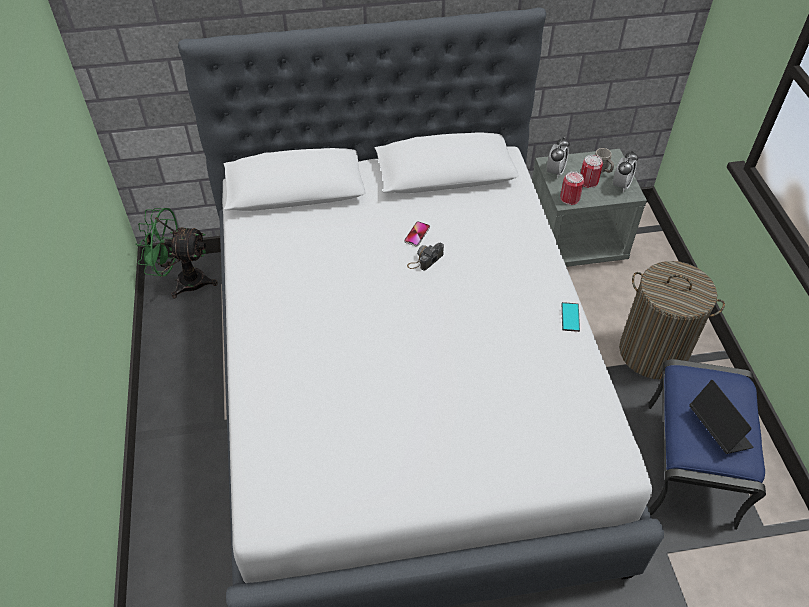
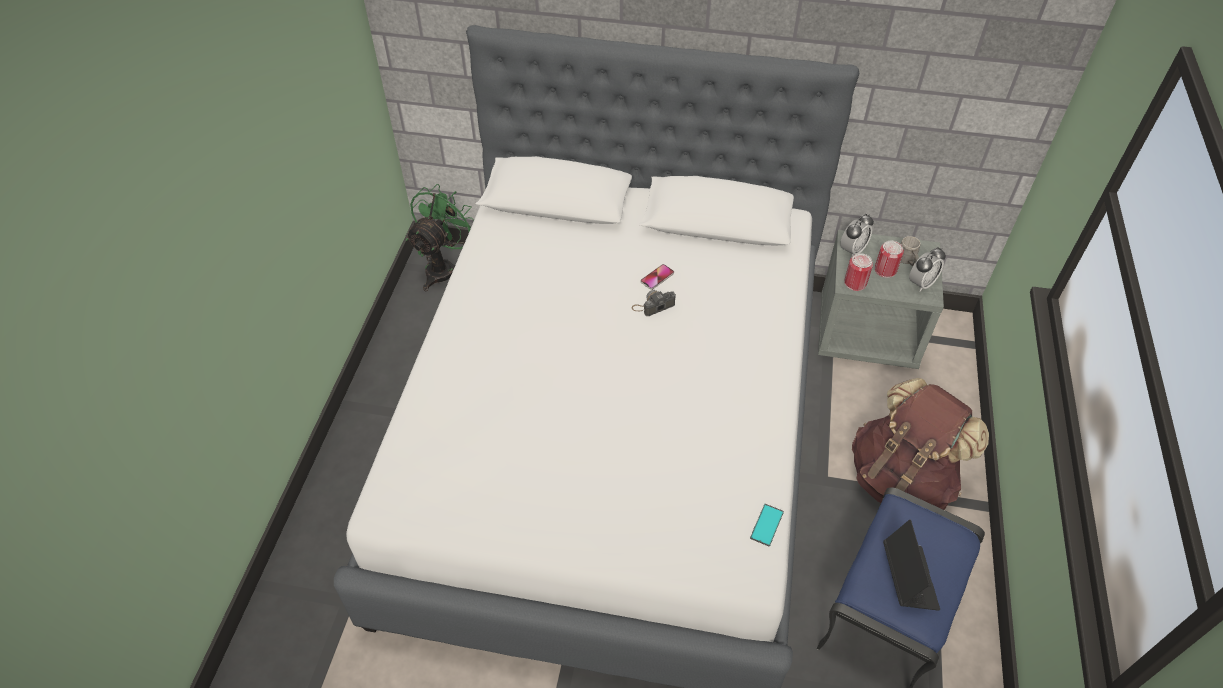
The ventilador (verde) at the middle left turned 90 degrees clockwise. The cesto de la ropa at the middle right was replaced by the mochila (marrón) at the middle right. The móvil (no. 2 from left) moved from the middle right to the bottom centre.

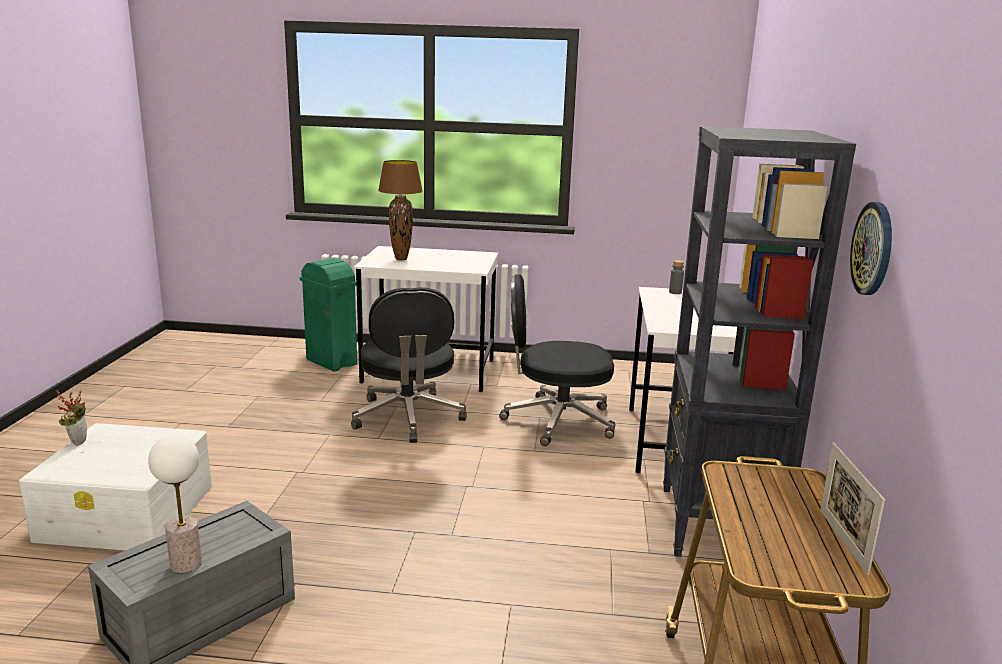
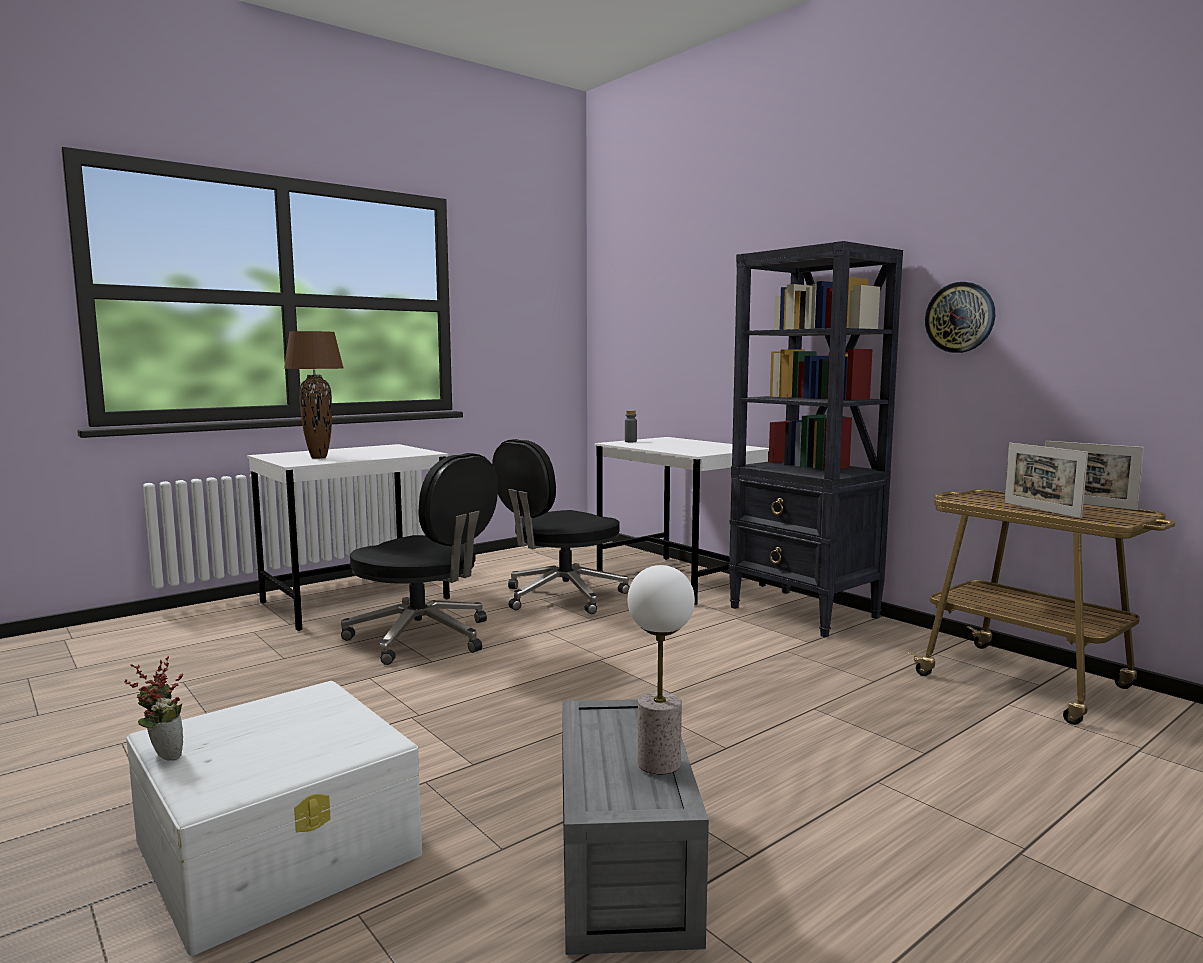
The papelera (verde) at the middle left disappeared. The portarretratos (no. 1 from left) at the middle right appeared.

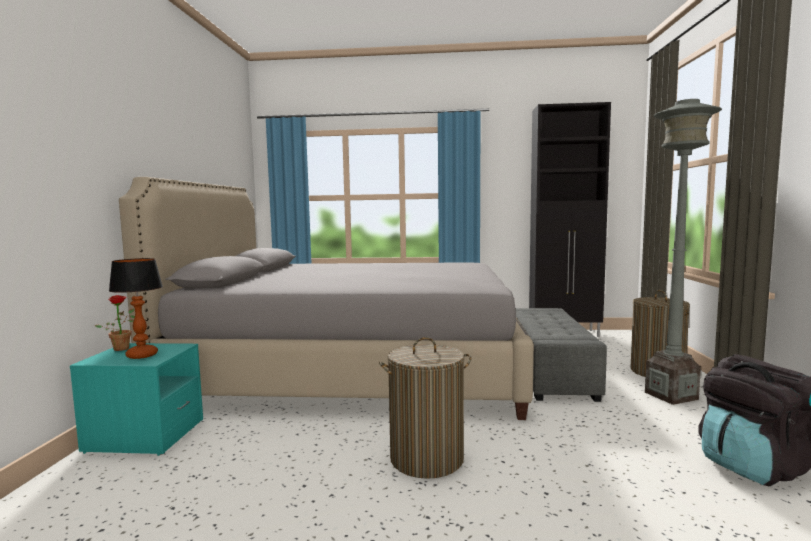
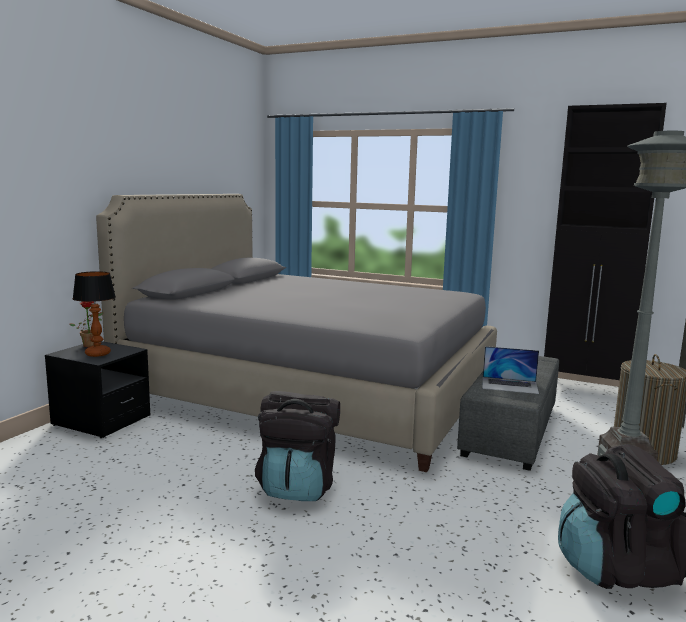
The cesto de la ropa (no. 1 from left) at the bottom centre was replaced by the mochila (negro) (no. 1 from left) at the bottom centre. The mesita de noche (turquesa) at the bottom left became the mesita de noche (negro) at the middle left. The portátil at the middle right appeared.

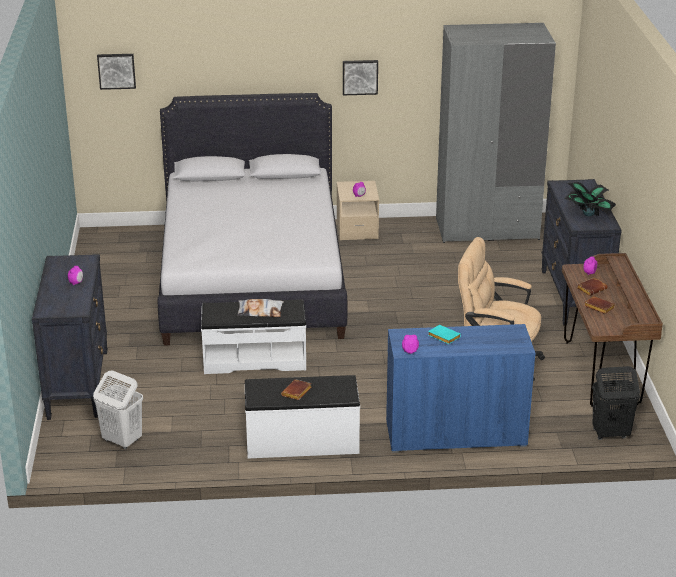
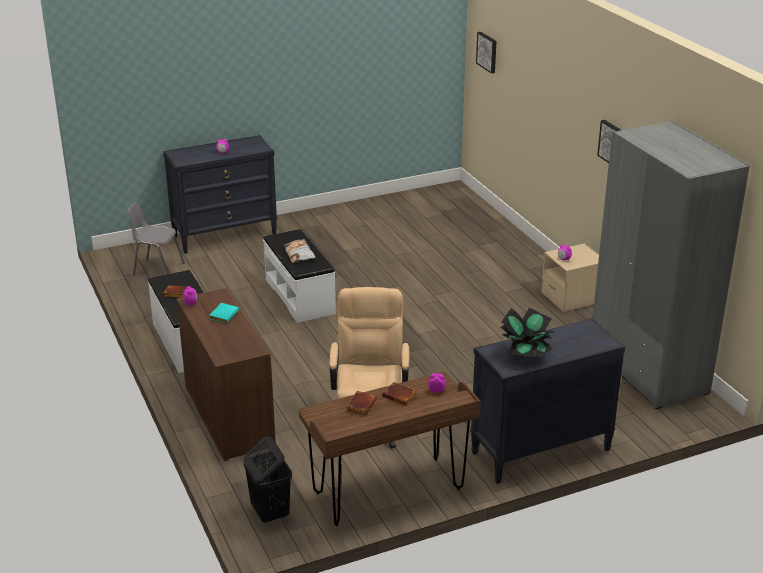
The cama (blanco) at the centre disappeared. The armario (azul) at the bottom right became the armario (marrón) at the middle left. The cesto de la ropa (blanco) at the bottom left was replaced by the silla (gris) at the middle left.

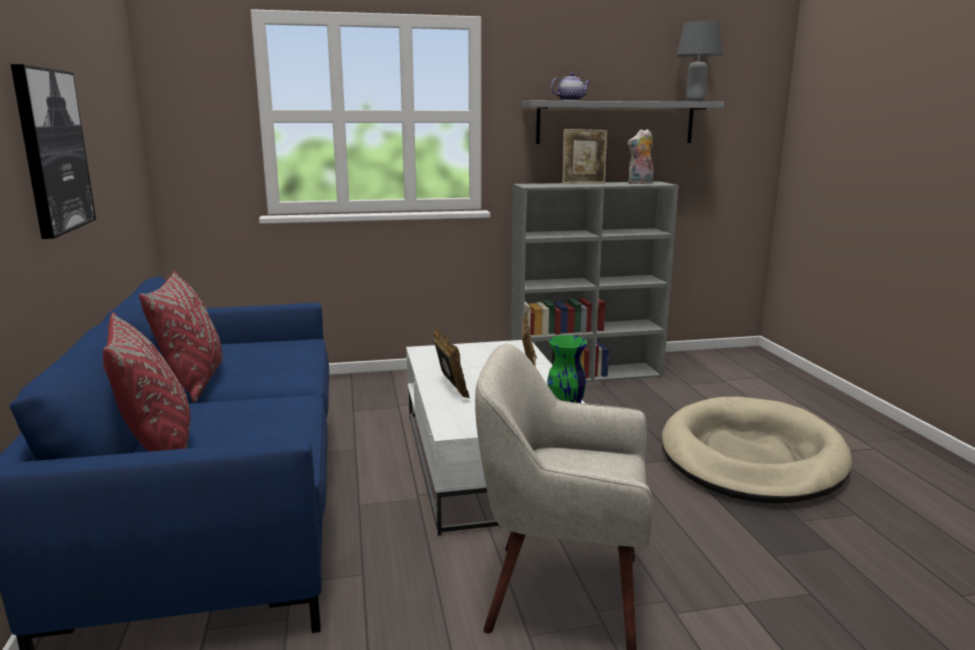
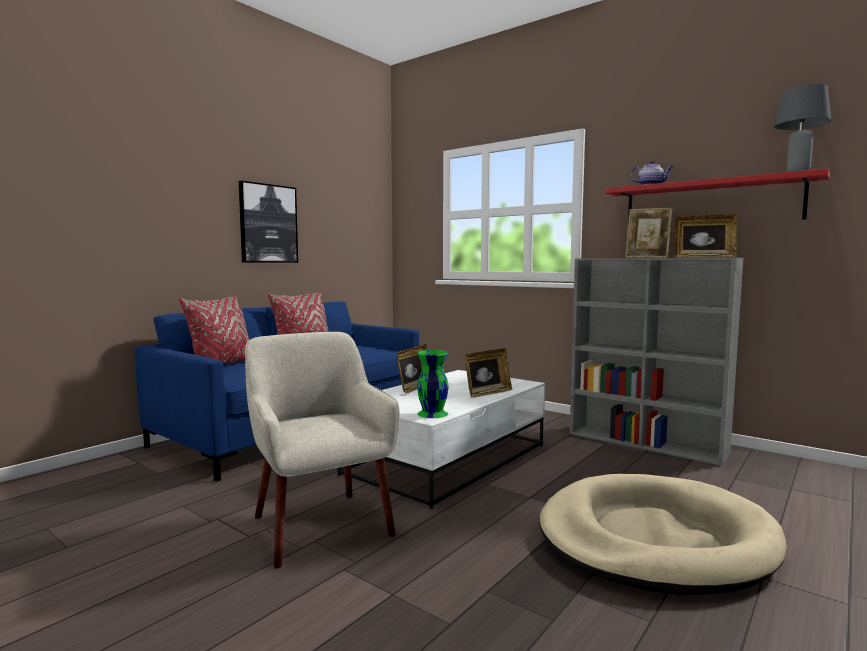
The estante (gris) at the top centre became the estante (rojo) at the top right. The peluche at the top centre was replaced by the portarretratos (no. 4 from left) at the middle right.

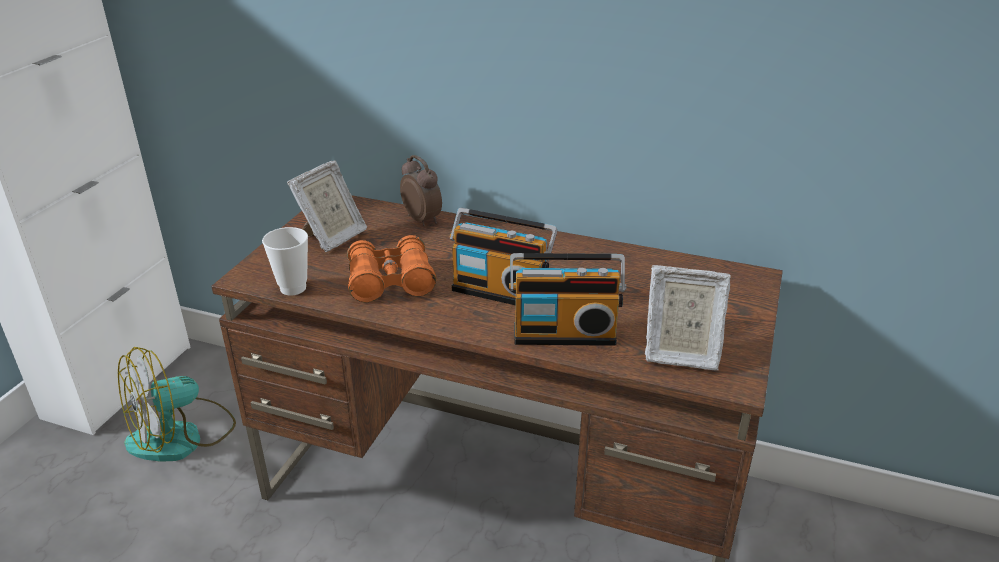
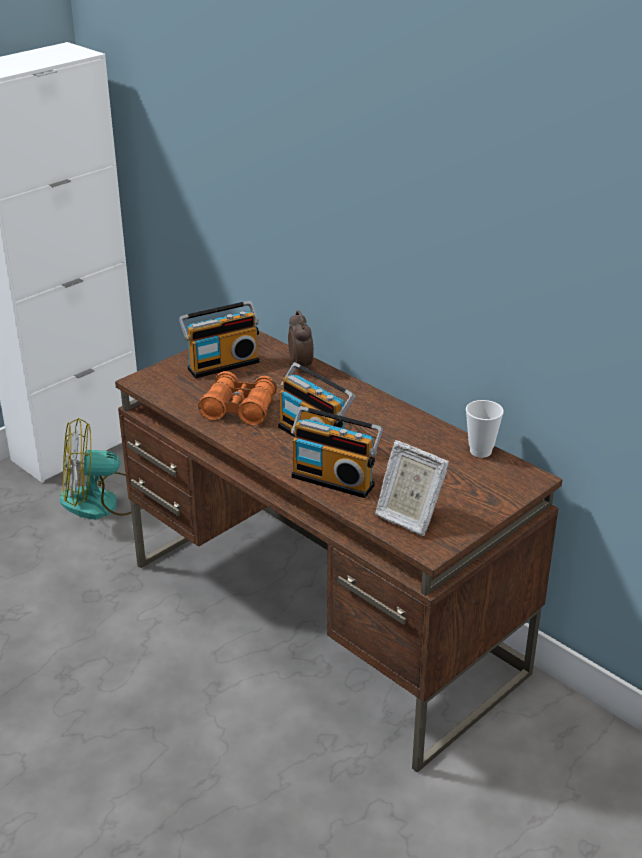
The portarretratos (no. 1 from left) at the middle left was replaced by the radio (no. 1 from left) at the centre. The taza moved from the middle left to the middle right.

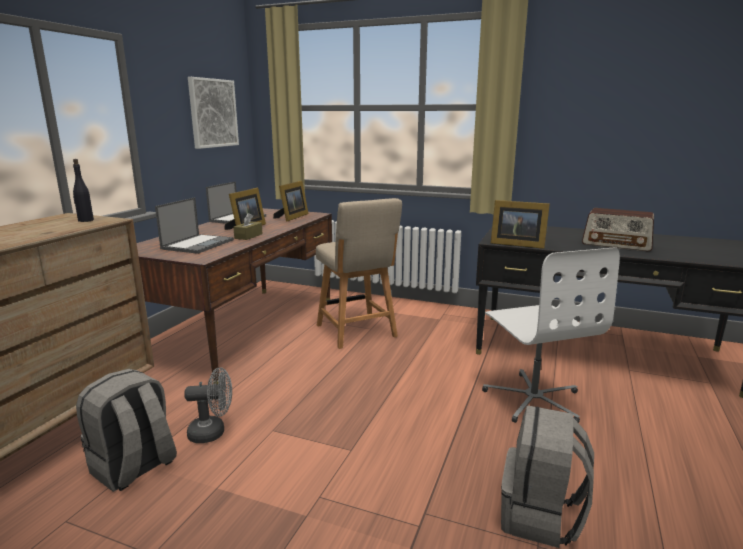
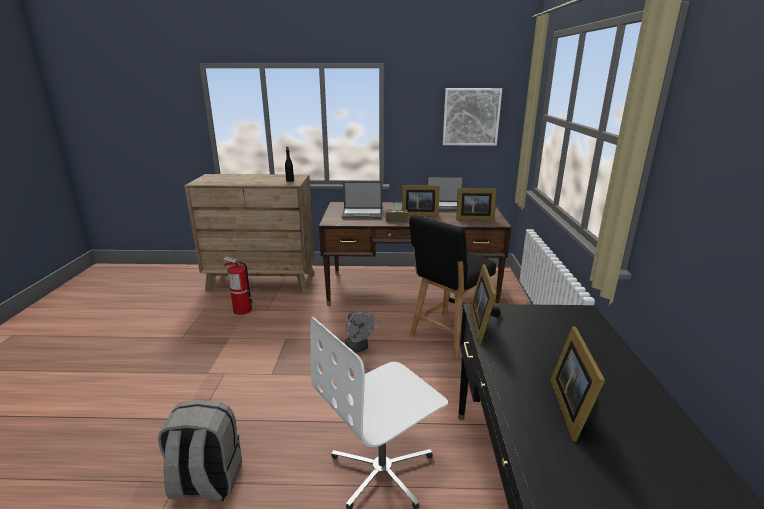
The silla (beis) at the centre became the silla (negro) at the centre. The radio at the middle right was replaced by the portarretratos (no. 4 from left) at the bottom right. The ventilador (gris) moved from the bottom left to the centre. The mochila (gris) (no. 1 from left) at the bottom left was replaced by the extintor at the middle left.

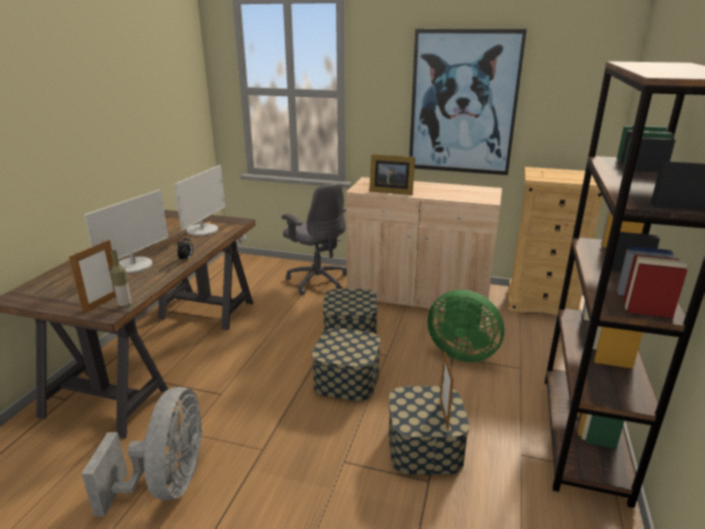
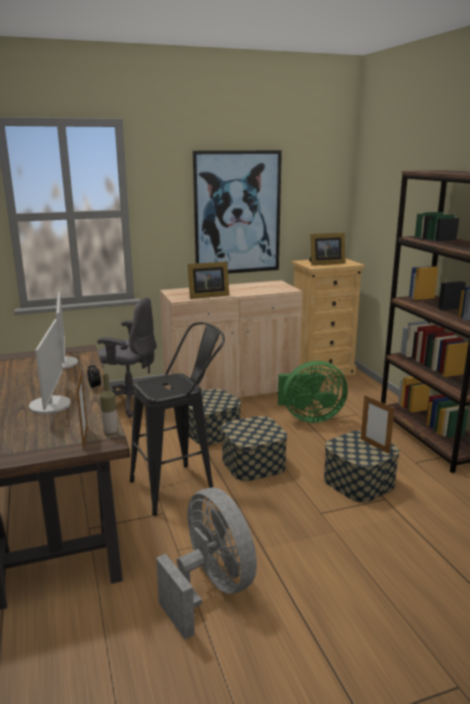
The portarretratos (no. 3 from left) at the middle right appeared. The taburete (negro) at the centre appeared.

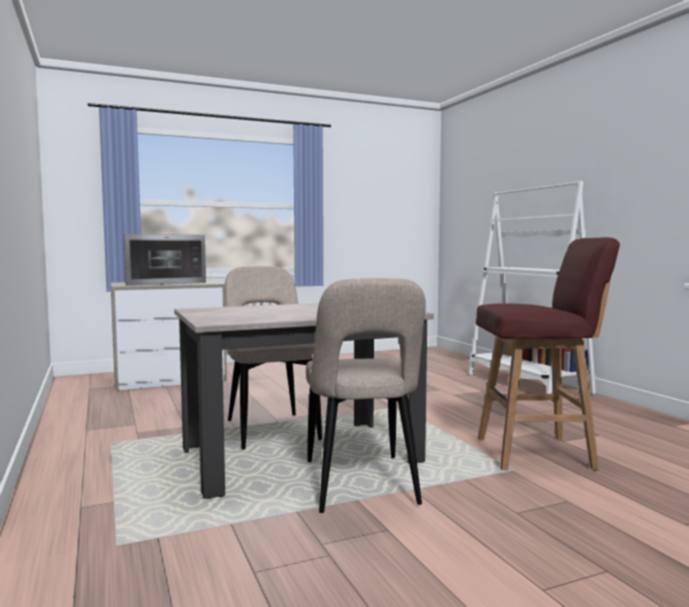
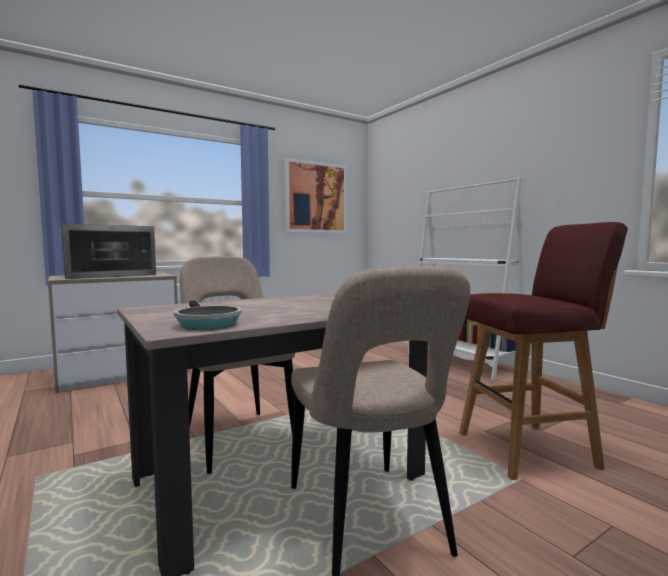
The cuadro at the centre appeared. The sartén at the middle left appeared.

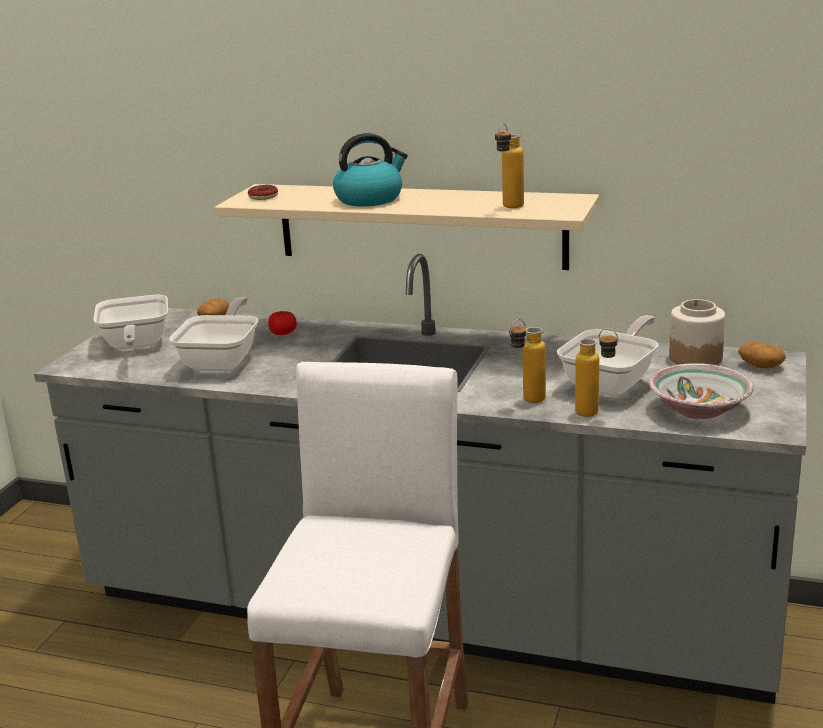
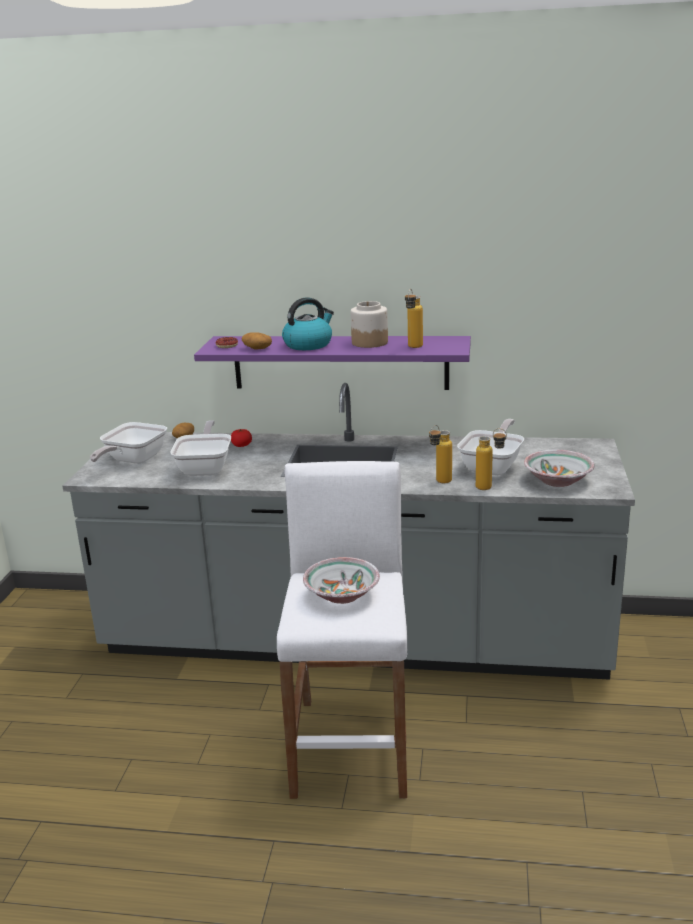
The estante (beis) at the top centre became the estante (morado) at the centre. The sartén (no. 1 from left) at the middle left turned 45 degrees clockwise. The tarro moved from the middle right to the centre. The patata (no. 2 from left) moved from the middle right to the centre. The cuenco (no. 1 from left) at the centre appeared.

